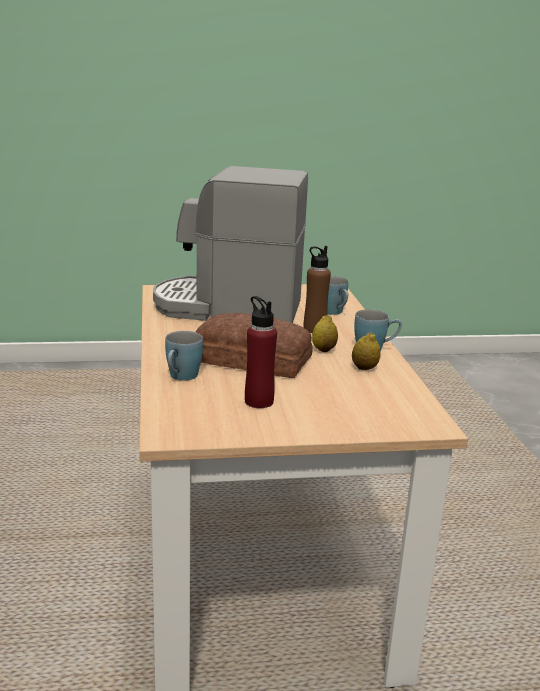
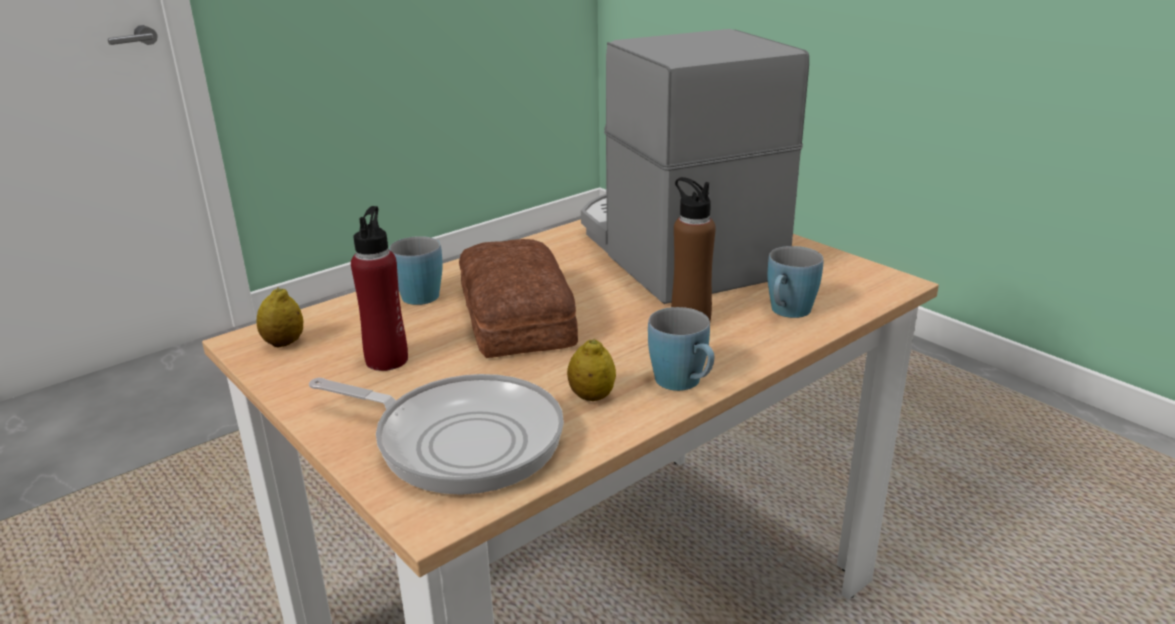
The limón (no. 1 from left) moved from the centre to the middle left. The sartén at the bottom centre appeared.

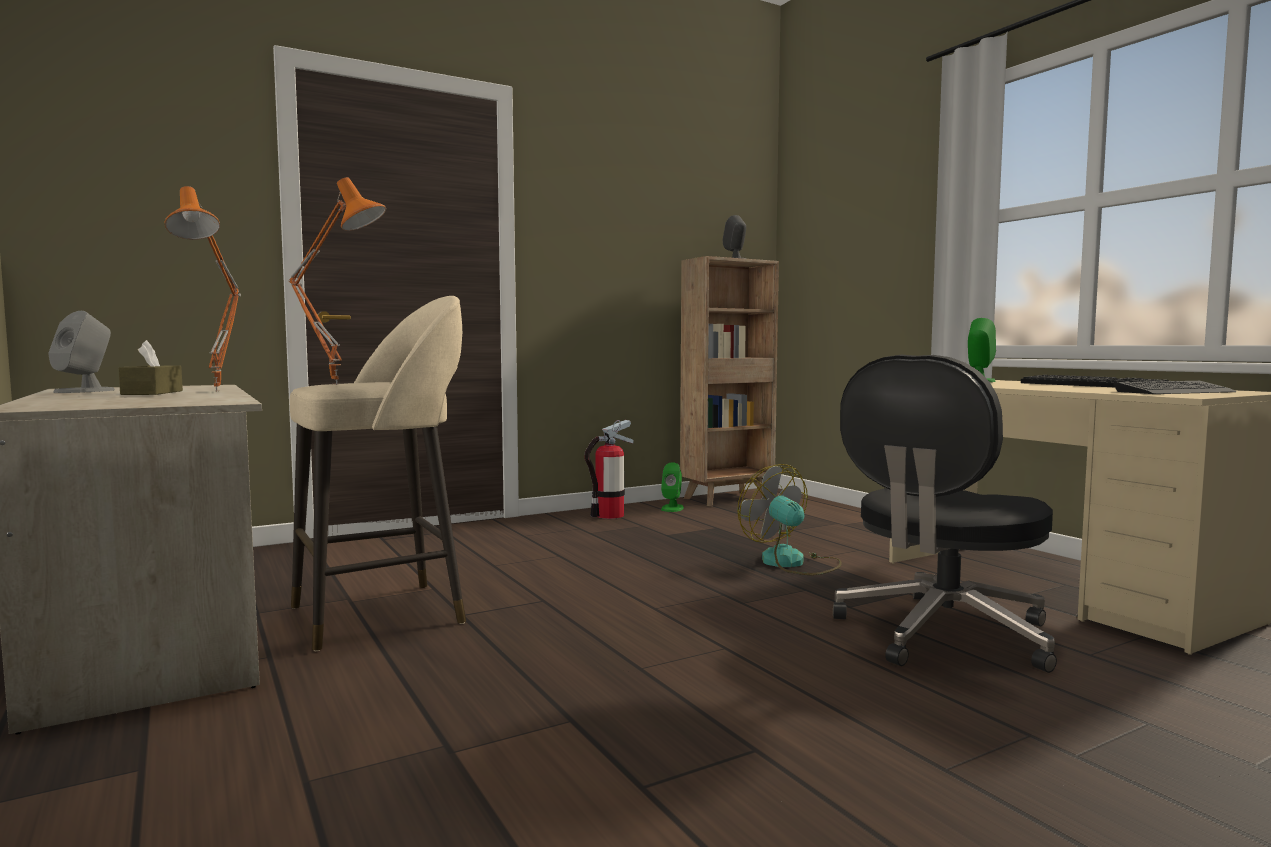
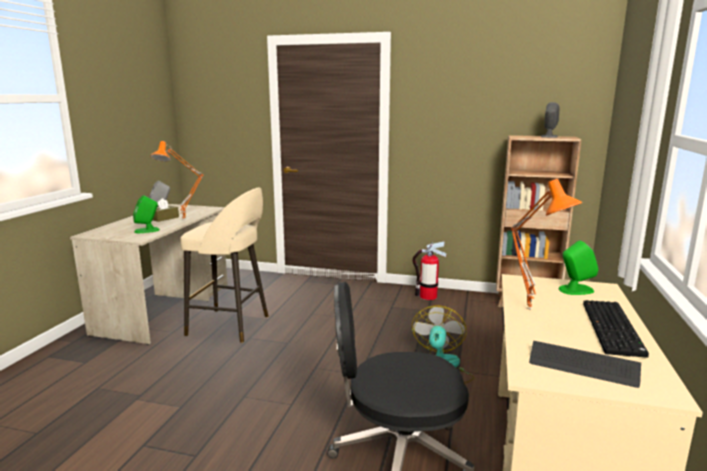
The lámpara de mesa (naranja) (no. 2 from left) moved from the top left to the middle right. The altavoz (verde) (no. 1 from left) moved from the centre to the middle left.

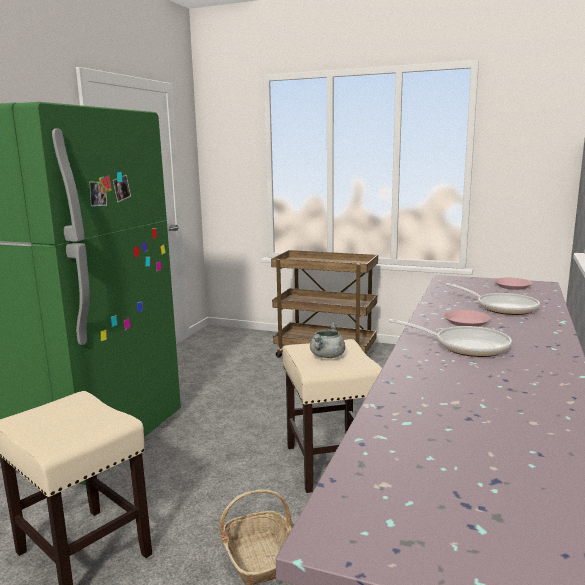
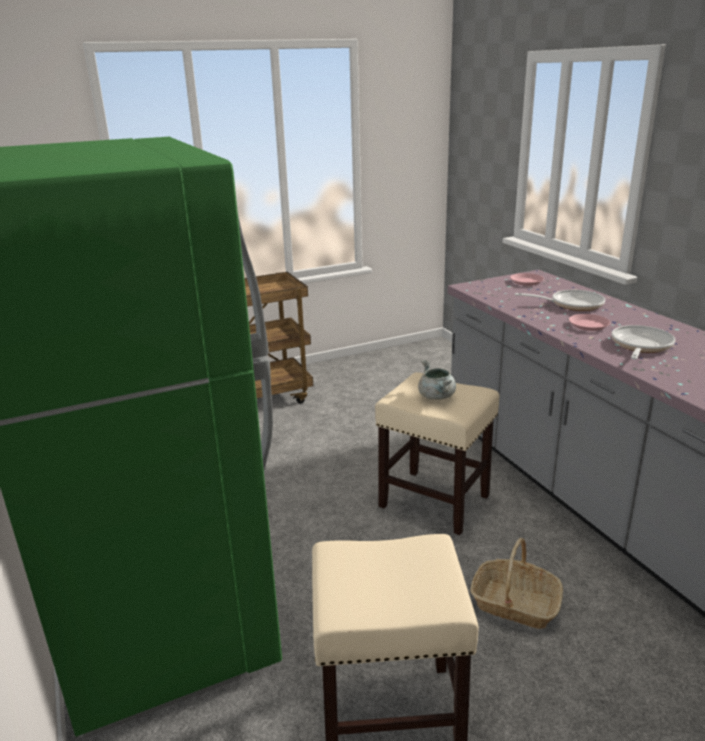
The sartén (no. 1 from left in the first image) at the middle right turned 45 degrees counterclockwise.

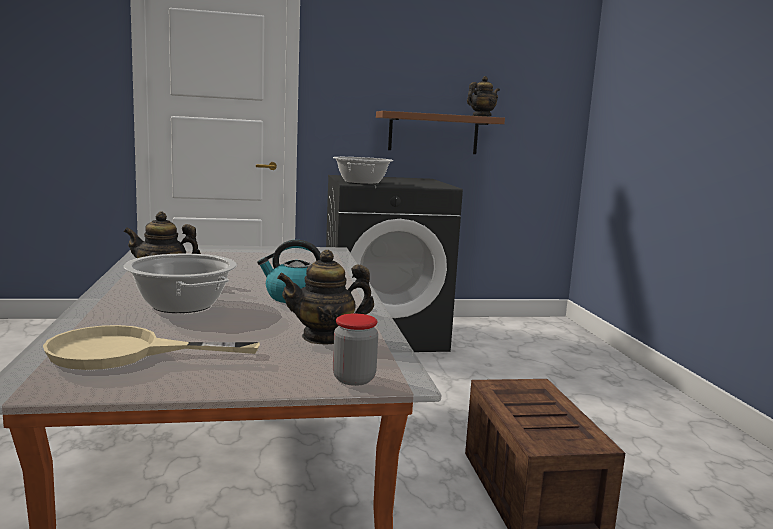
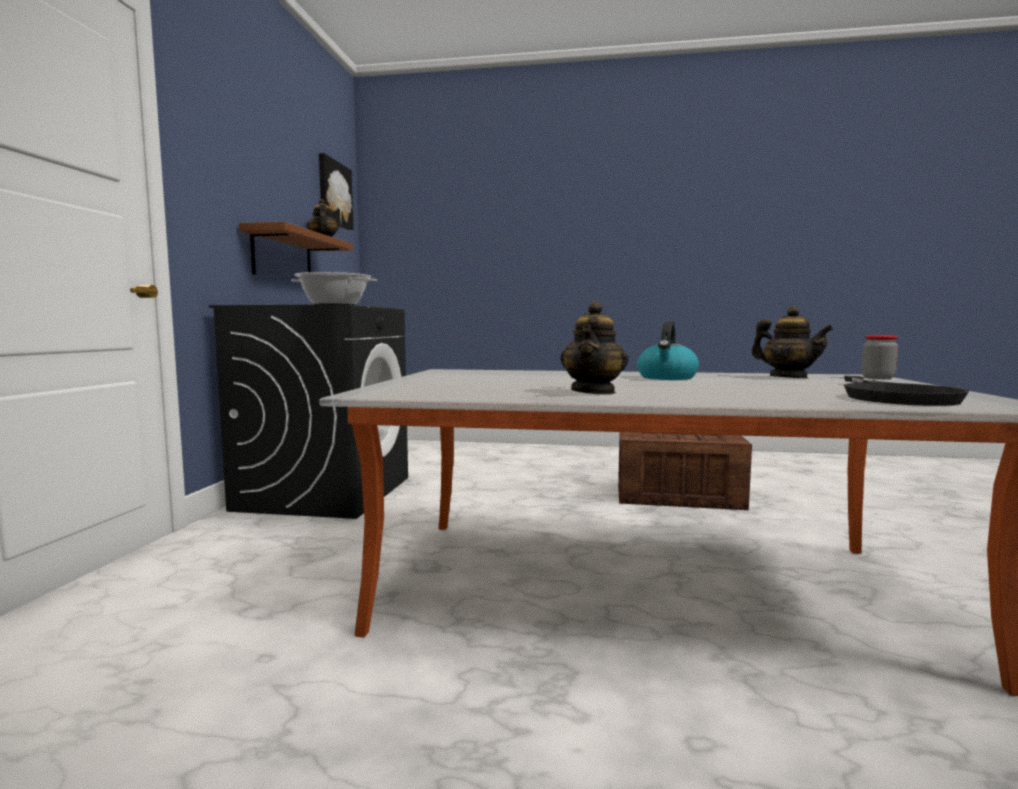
The tetera (no. 2 from left in the first image) at the centre turned 45 degrees counterclockwise. The olla (no. 1 from left) at the middle left disappeared. The sartén (beis) at the middle left became the sartén (negro) at the middle right. The cuadro at the top left appeared.

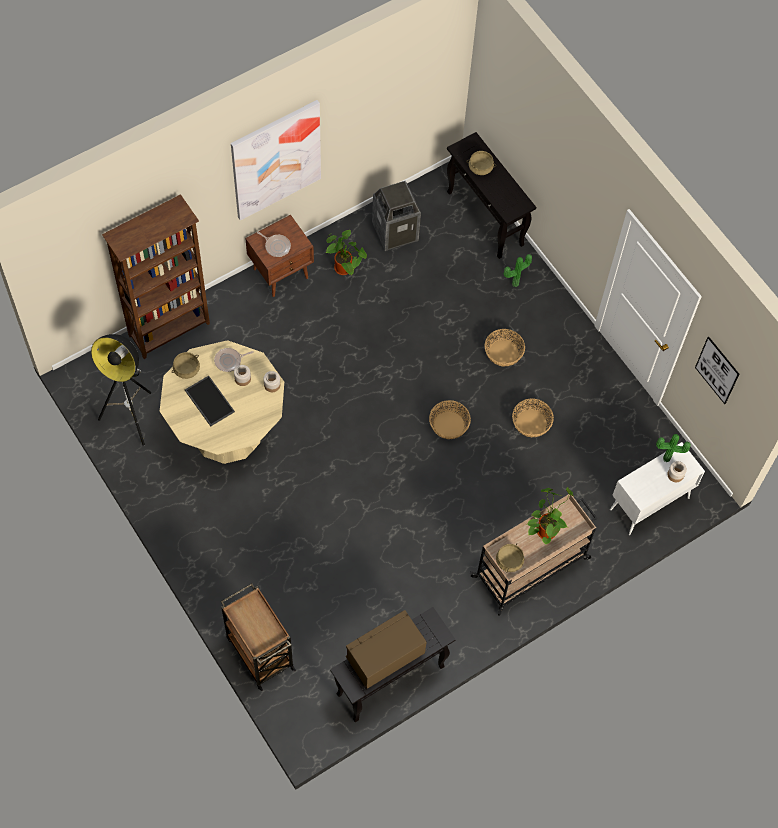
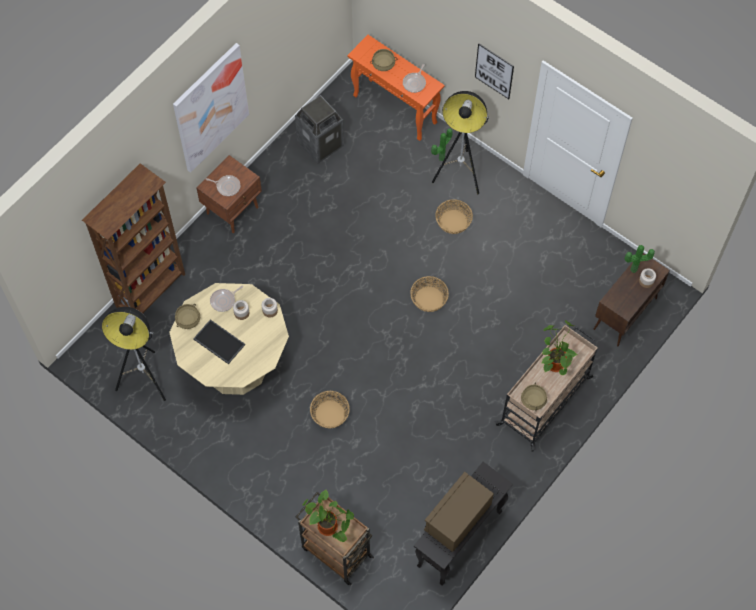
The mesa consola (negro) (no. 2 from left) at the top centre became the mesa consola (naranja) at the top centre. The planta en maceta (no. 1 from left) moved from the top centre to the bottom centre. The cuadro (no. 2 from left) moved from the middle right to the top centre. The cesta (no. 3 from left in the first image) moved from the middle right to the bottom centre. The armario (blanco) at the middle right became the armario (marrón) at the middle right. The sartén (no. 3 from left) at the top centre appeared. The lámpara de pie (no. 2 from left) at the top centre appeared.

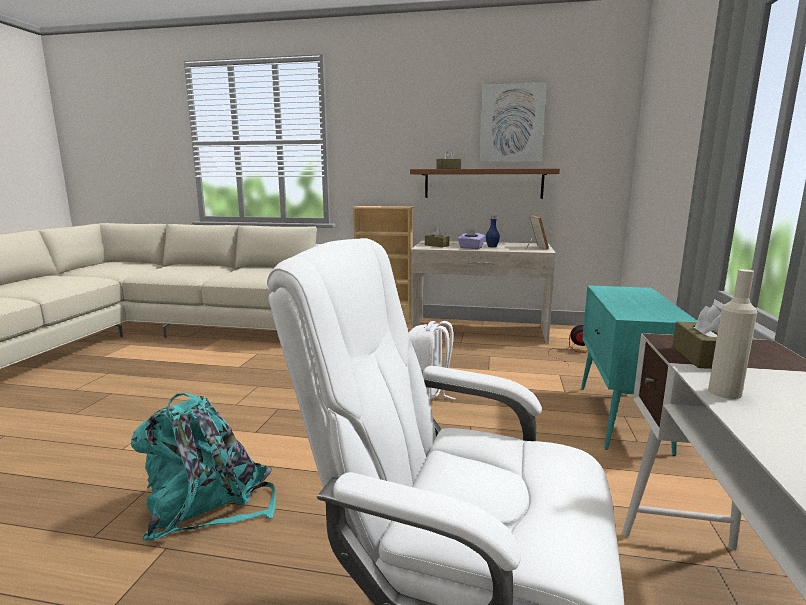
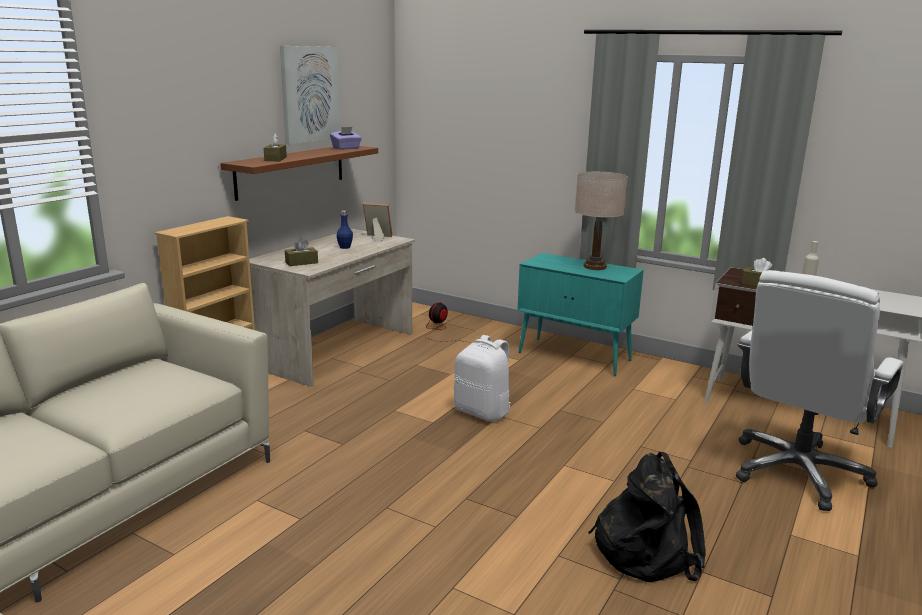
The caja de pañuelos (morado) moved from the centre to the top centre. The mochila (turquesa) at the bottom left became the mochila (negro) at the bottom right. The lámpara de mesa (beis) at the centre appeared.

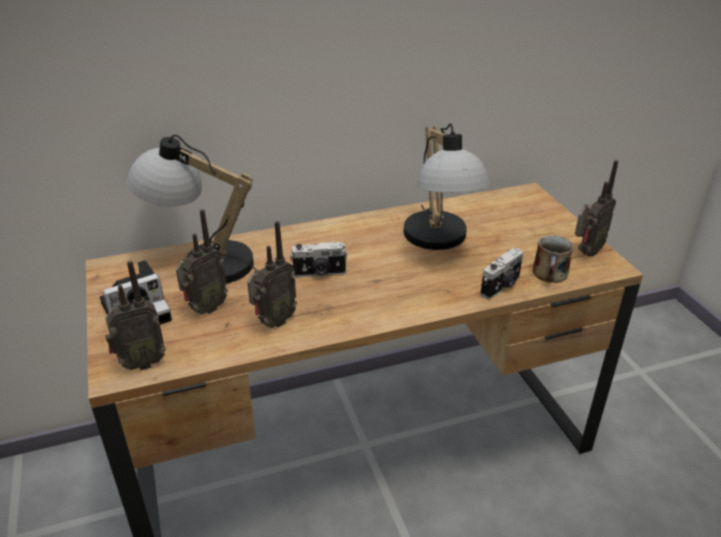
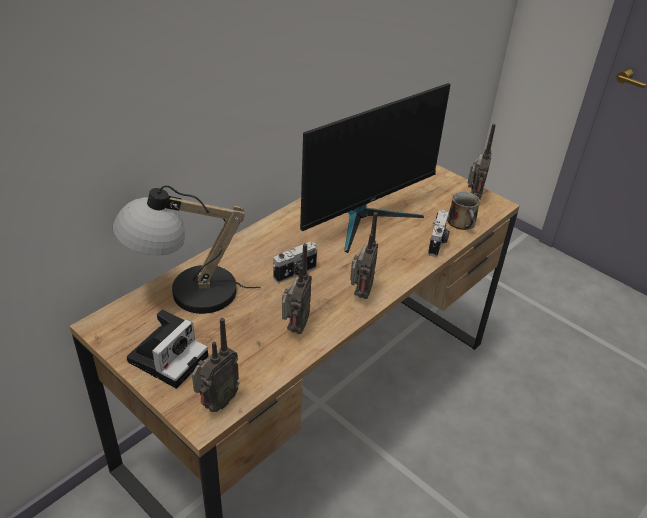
The lámpara de mesa (no. 2 from left) at the centre was replaced by the monitor at the top centre. The radio (no. 2 from left in the first image) moved from the middle left to the centre.

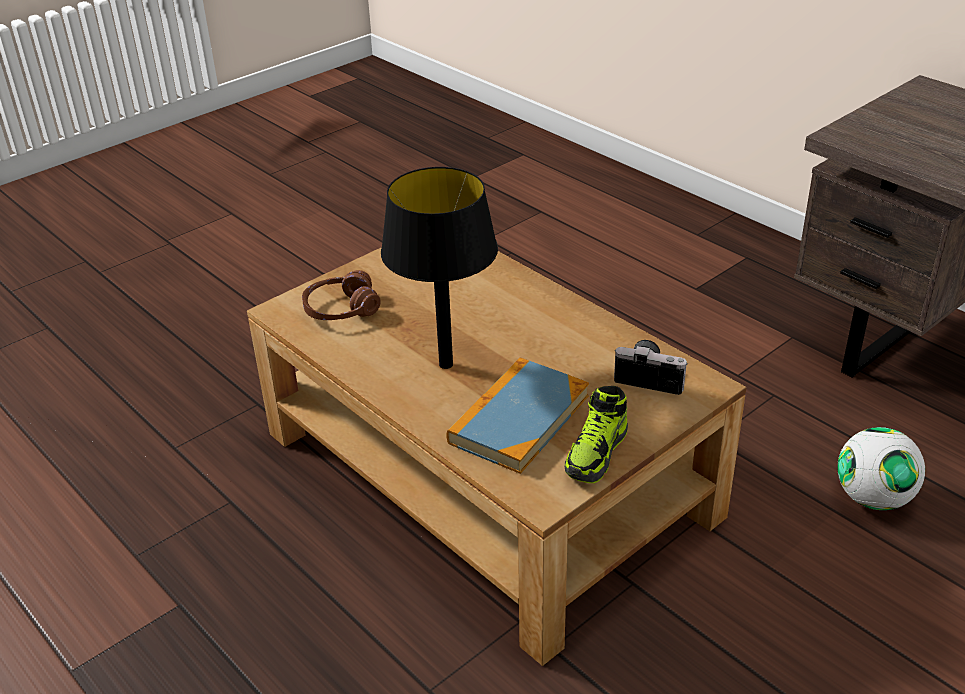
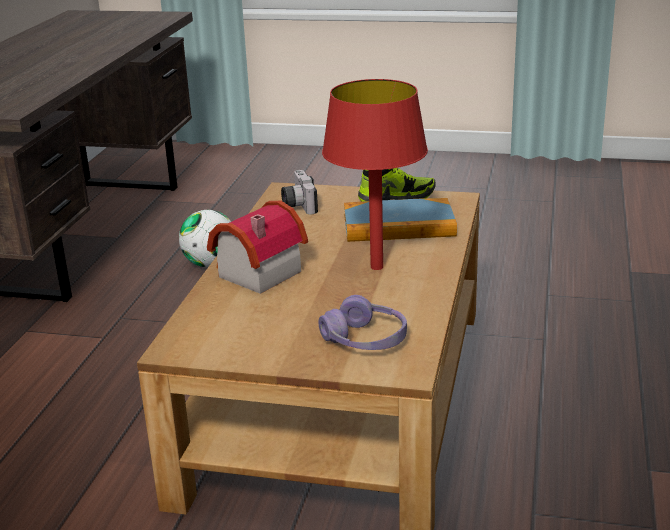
The lámpara de mesa (negro) at the centre became the lámpara de mesa (rojo) at the top centre. The auriculares (marrón) at the centre became the auriculares (morado) at the centre. The casita at the centre appeared.

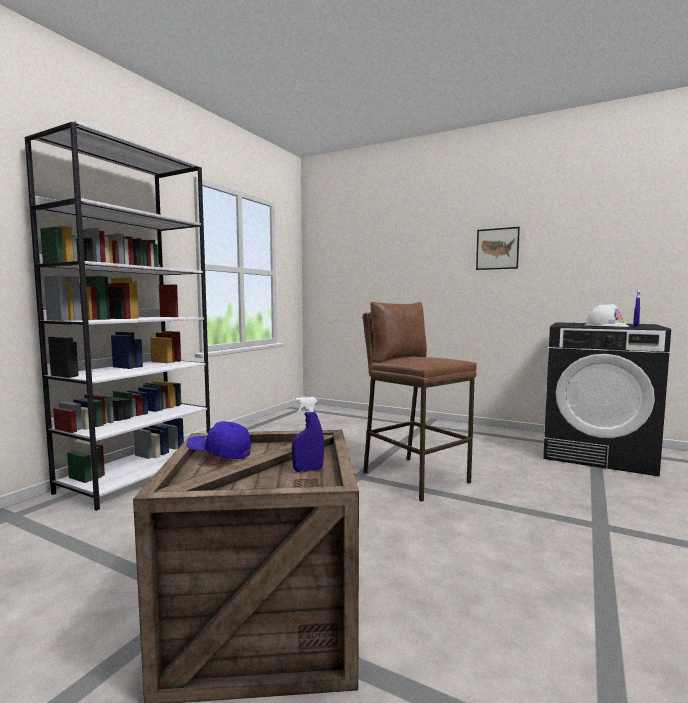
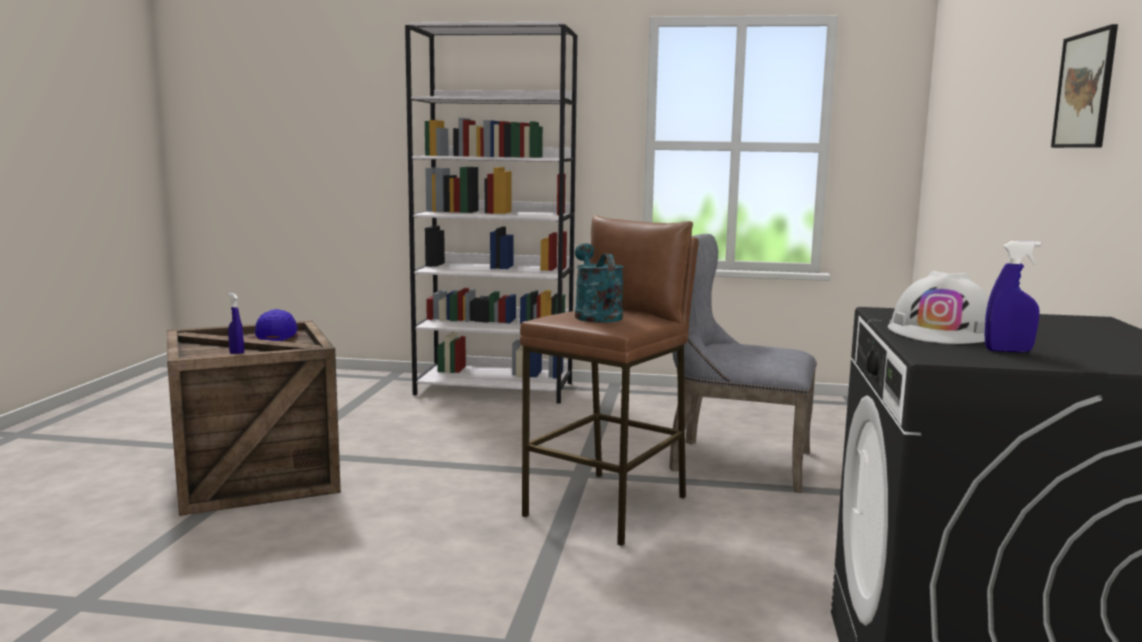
The silla (gris) at the centre appeared. The regadera (turquesa) at the centre appeared.

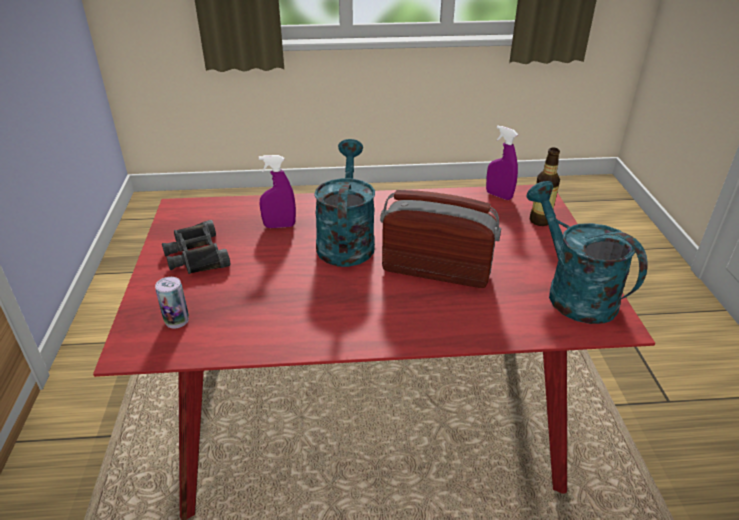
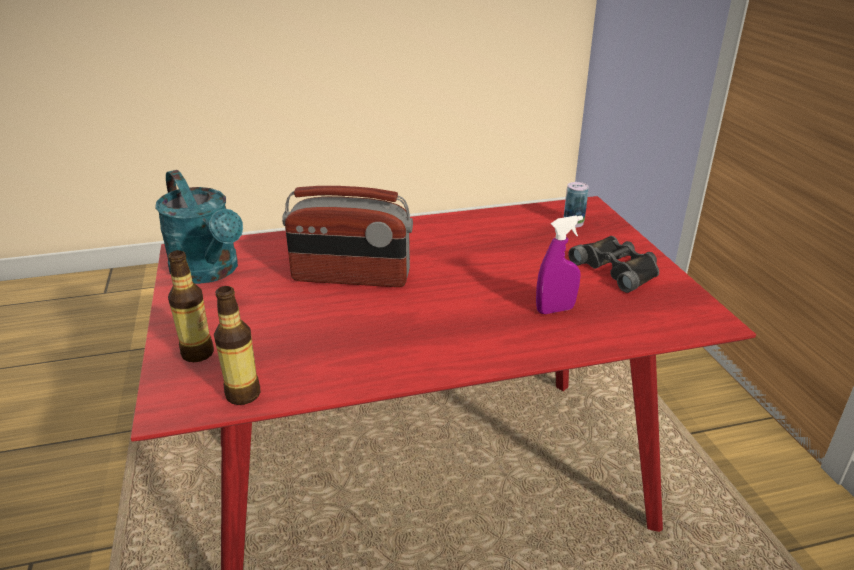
The pulverizador (morado) (no. 2 from left) at the top right was replaced by the botella (no. 2 from left) at the middle left. The regadera (turquesa) (no. 1 from left) at the centre disappeared.

